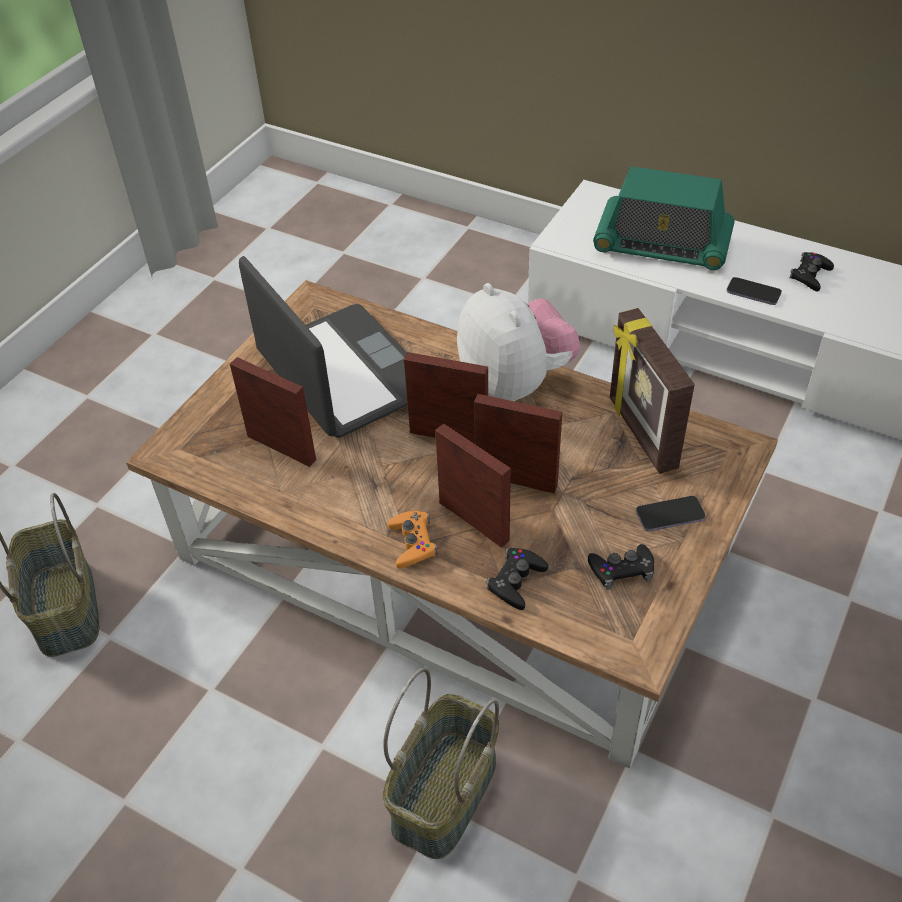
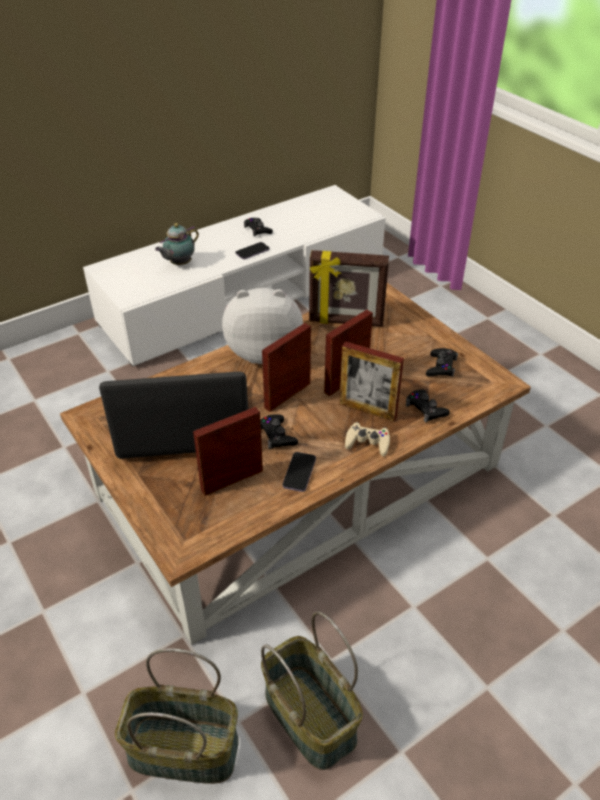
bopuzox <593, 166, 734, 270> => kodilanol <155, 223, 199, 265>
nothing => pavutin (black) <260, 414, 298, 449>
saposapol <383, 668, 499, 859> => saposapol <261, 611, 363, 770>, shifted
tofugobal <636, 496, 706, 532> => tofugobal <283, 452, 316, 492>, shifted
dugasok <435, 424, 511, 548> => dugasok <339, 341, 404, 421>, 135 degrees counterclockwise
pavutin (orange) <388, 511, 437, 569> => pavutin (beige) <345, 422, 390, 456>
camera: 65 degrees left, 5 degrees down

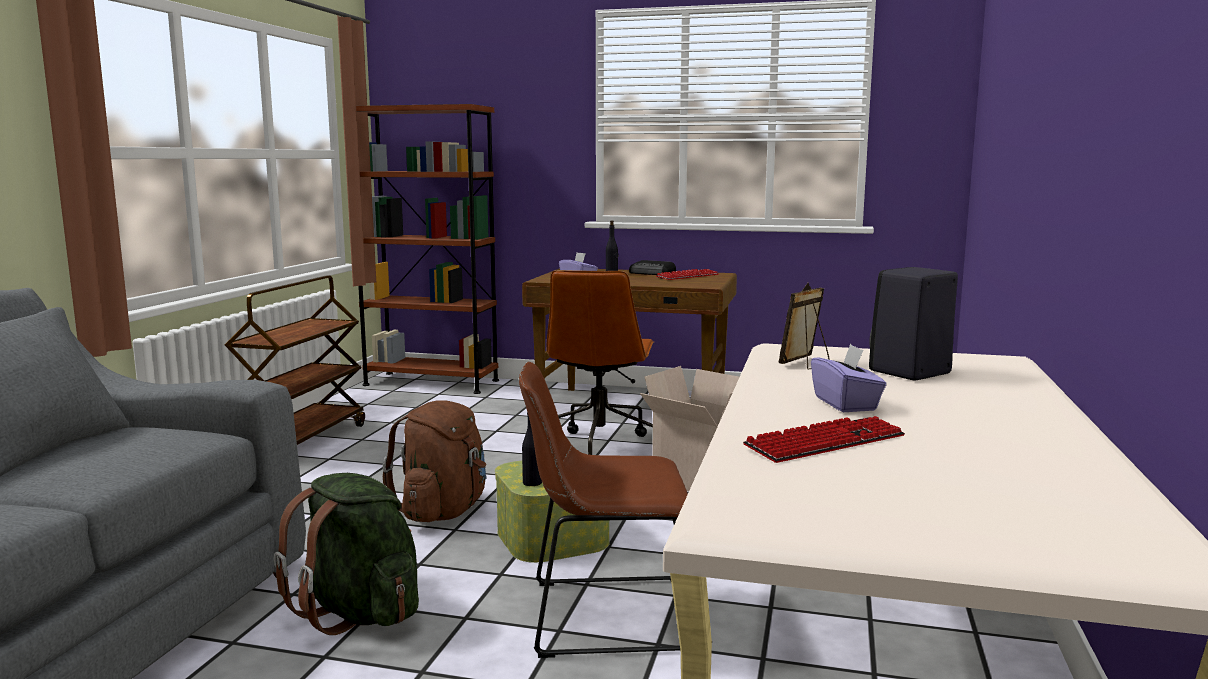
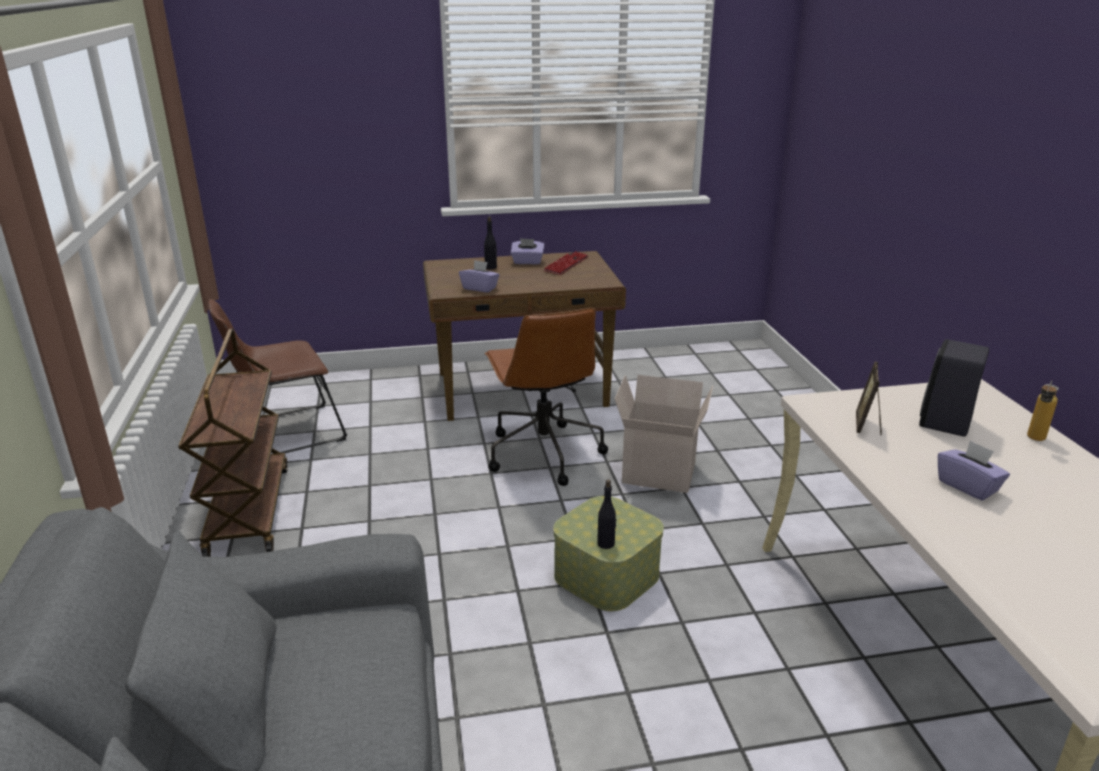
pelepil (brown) <519, 362, 688, 658> => pelepil (brown) <209, 299, 347, 453>, shifted
bopuzox <629, 260, 676, 275> => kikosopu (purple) <511, 238, 545, 264>
nothing => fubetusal <1027, 381, 1059, 441>
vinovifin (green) <273, 473, 419, 635> => nothing
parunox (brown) <356, 104, 499, 394> => nothing
vinovifin (brown) <383, 400, 486, 522> => nothing
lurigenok <743, 416, 905, 463> => nothing
camera: 25 degrees left, 15 degrees up

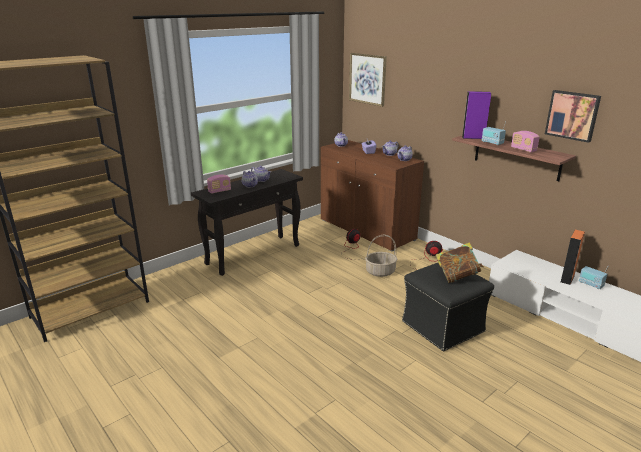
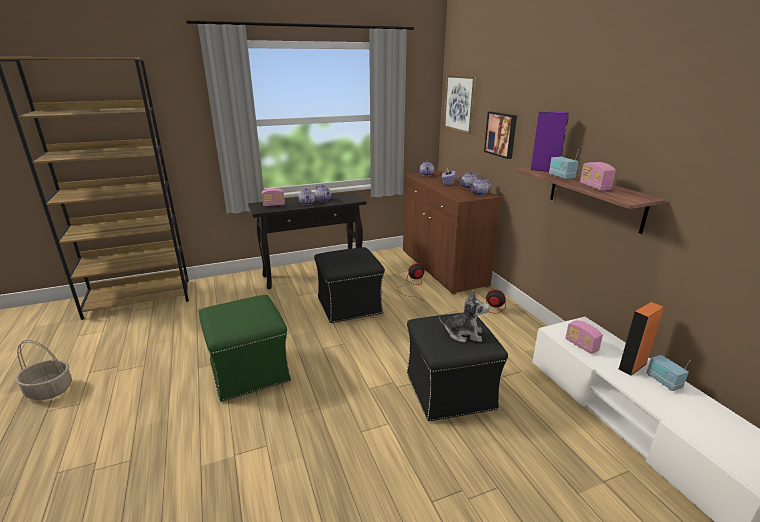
saposapol <365, 235, 397, 277> => saposapol <15, 340, 72, 400>, shifted
nothing => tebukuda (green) <199, 295, 291, 402>
nothing => tebukuda (black) <314, 247, 385, 323>
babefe <436, 242, 484, 283> => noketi <439, 290, 490, 343>
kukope <545, 90, 601, 143> => kukope <484, 111, 517, 159>, shifted
nothing => bopuzox <565, 320, 603, 354>
camera: 20 degrees right, 0 degrees up

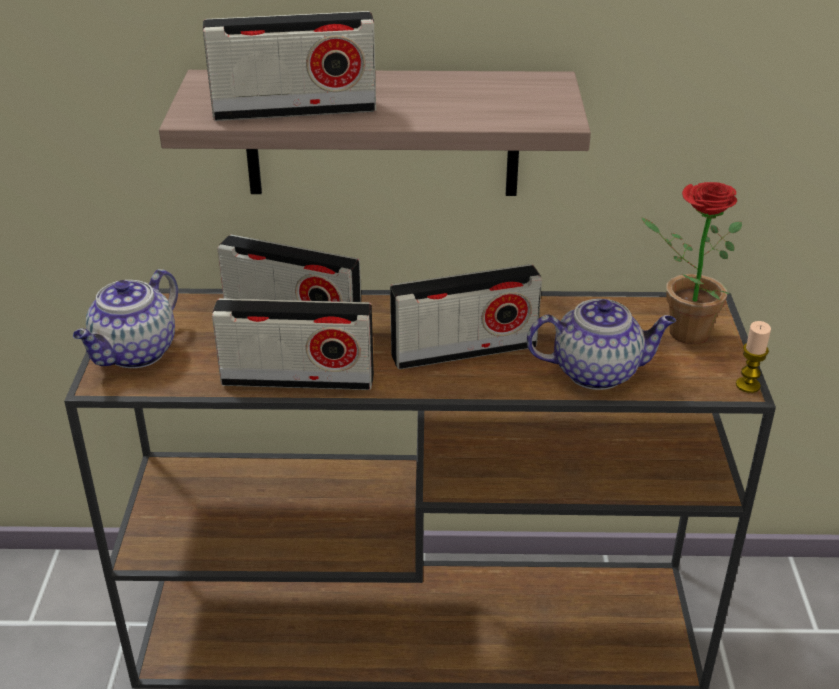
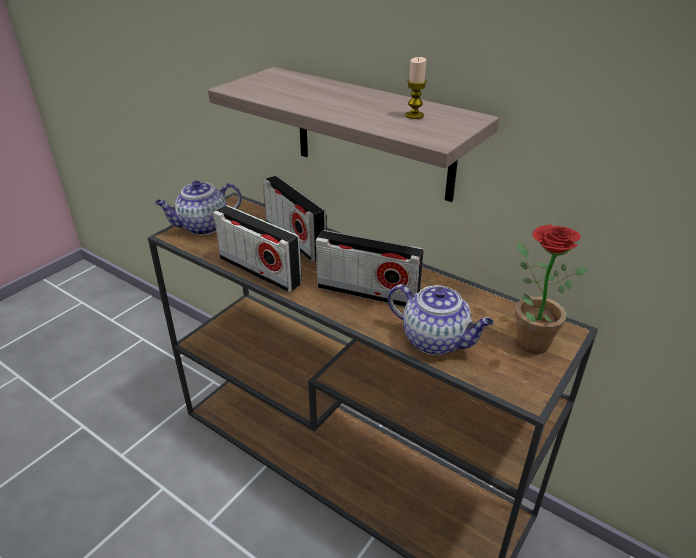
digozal <736, 321, 771, 393> => digozal <405, 57, 427, 119>, shifted
bopuzox <203, 11, 376, 121> => nothing
camera: 35 degrees right, 0 degrees up

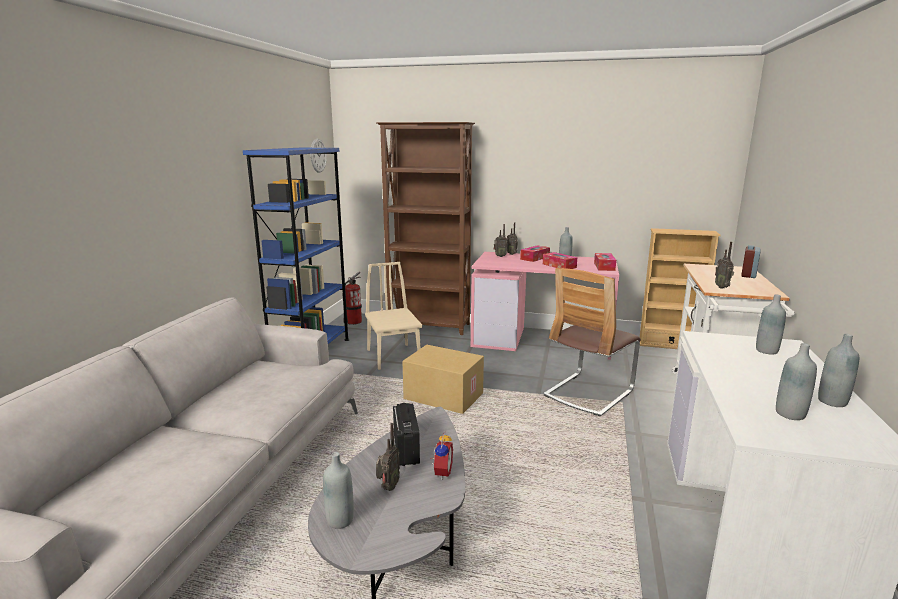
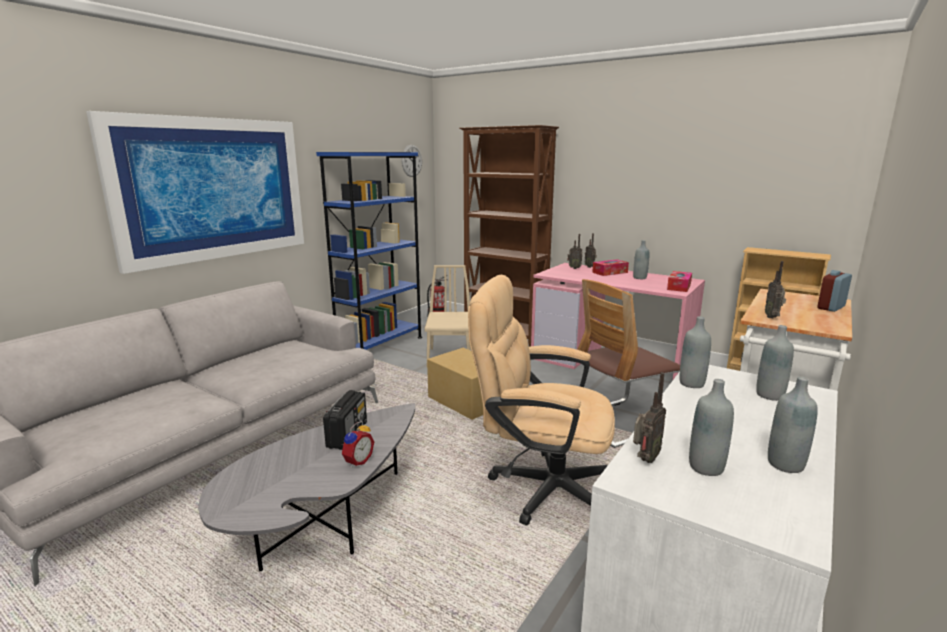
nothing => kukope <86, 111, 304, 274>
nothing => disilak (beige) <468, 275, 615, 526>
bopuzox <376, 423, 400, 491> => bopuzox <633, 372, 666, 463>, shifted
fubetusal (grey) <323, 452, 354, 529> => fubetusal (grey) <679, 317, 711, 388>, shifted
kikosopu <543, 252, 577, 269> => nothing
camera: 20 degrees right, 0 degrees up

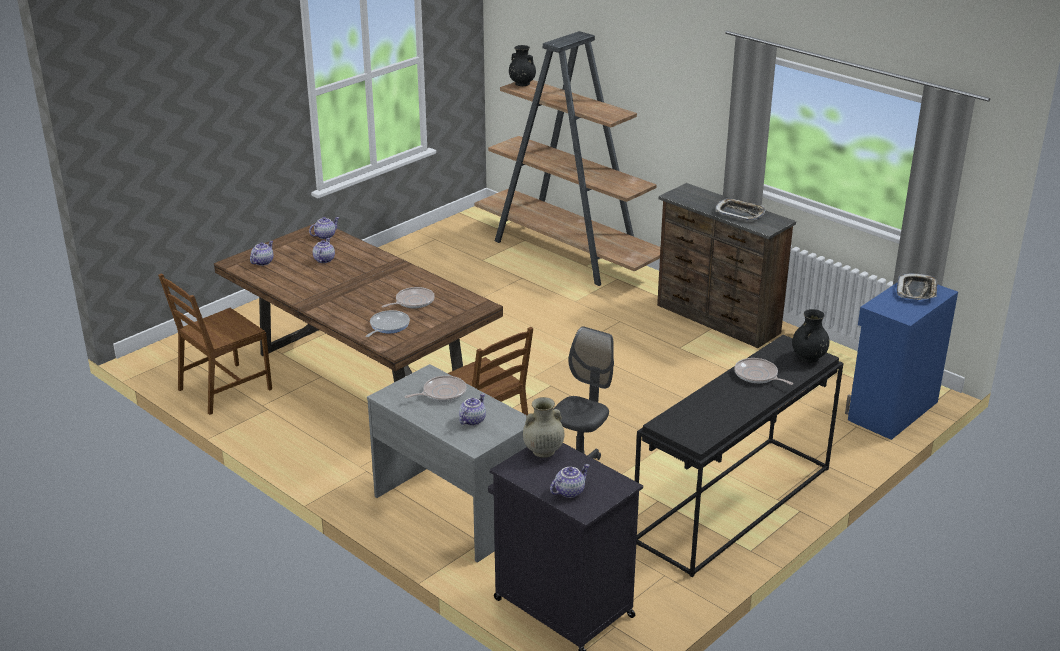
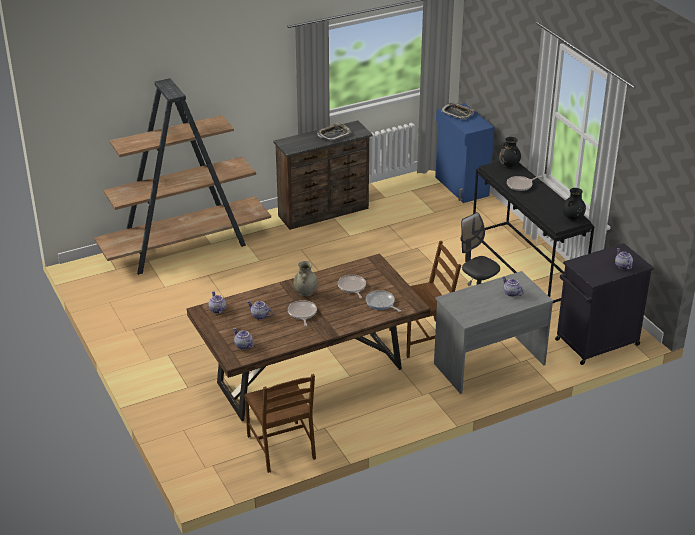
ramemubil <405, 376, 467, 402> => ramemubil <288, 300, 317, 326>, shifted
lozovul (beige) <523, 397, 564, 458> => lozovul (beige) <293, 261, 318, 297>, shifted
lozovul (black) <509, 45, 536, 86> => lozovul (black) <562, 188, 586, 221>, shifted
camera: 70 degrees left, 5 degrees up

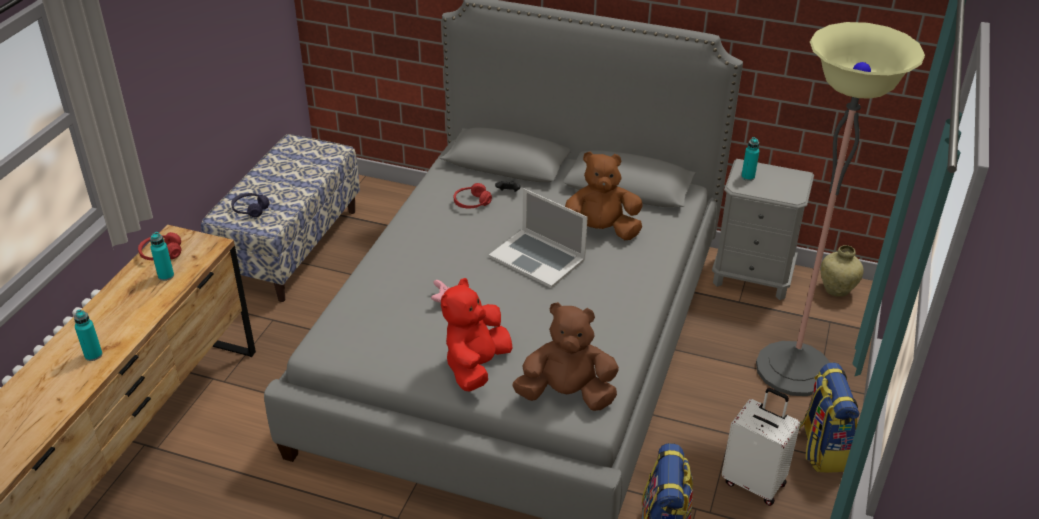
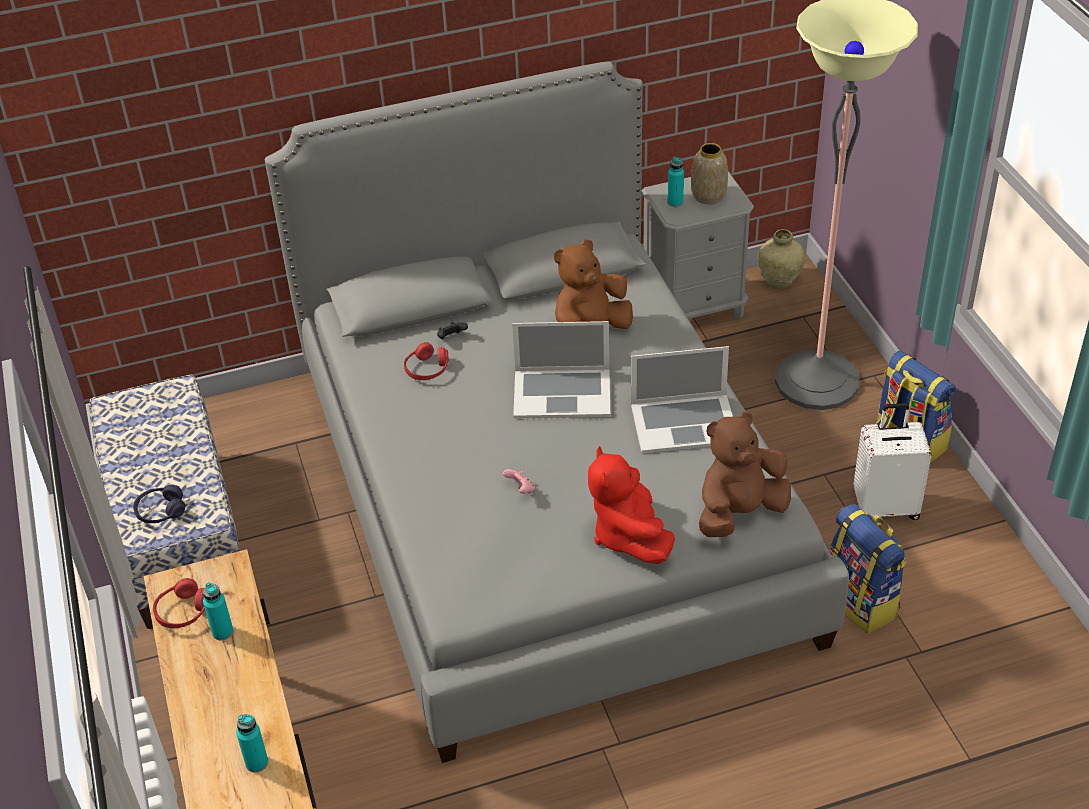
nothing => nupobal <631, 346, 733, 453>
nothing => lozovul <691, 143, 728, 205>
camera: 35 degrees left, 5 degrees up

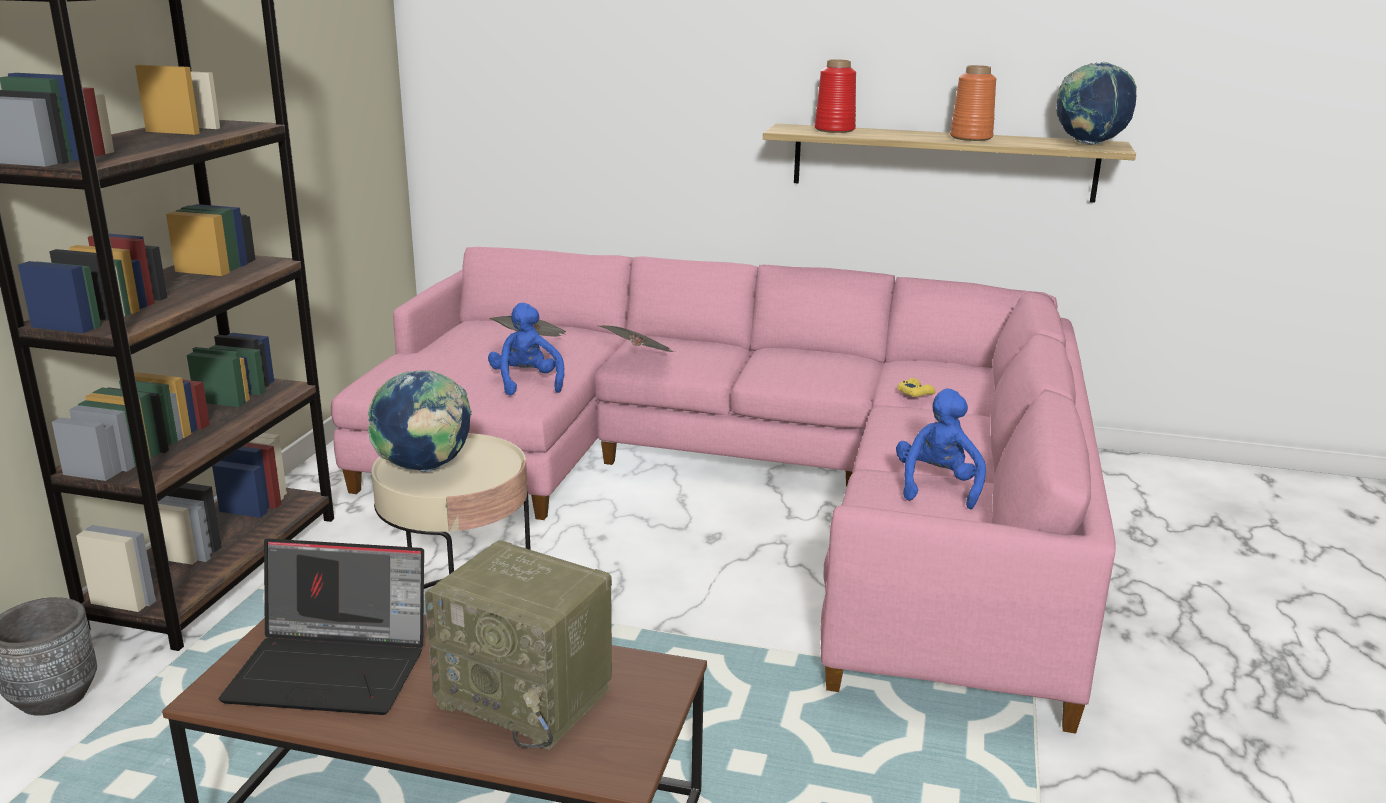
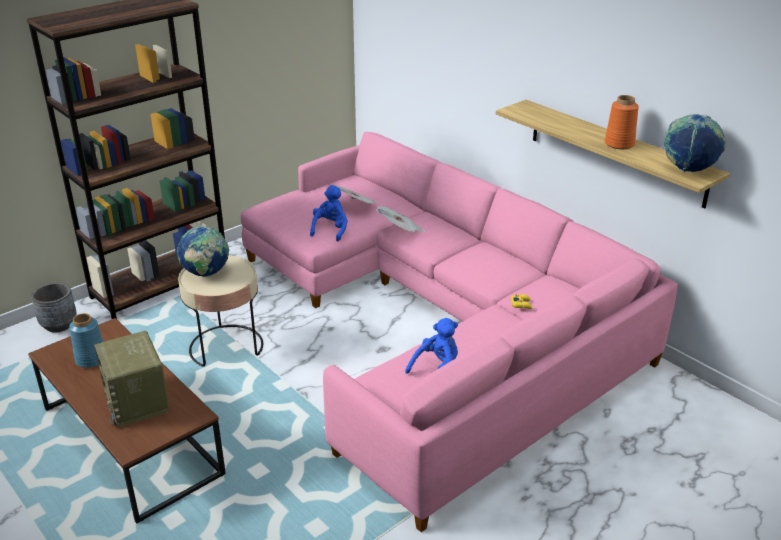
nupobal <219, 538, 424, 715> => lozovul (blue) <69, 313, 103, 368>
lozovul (red) <814, 59, 856, 133> => nothing
camera: 35 degrees right, 10 degrees up

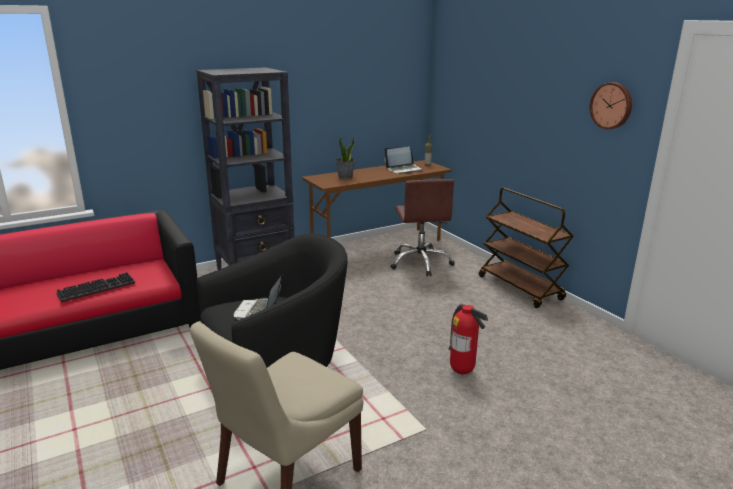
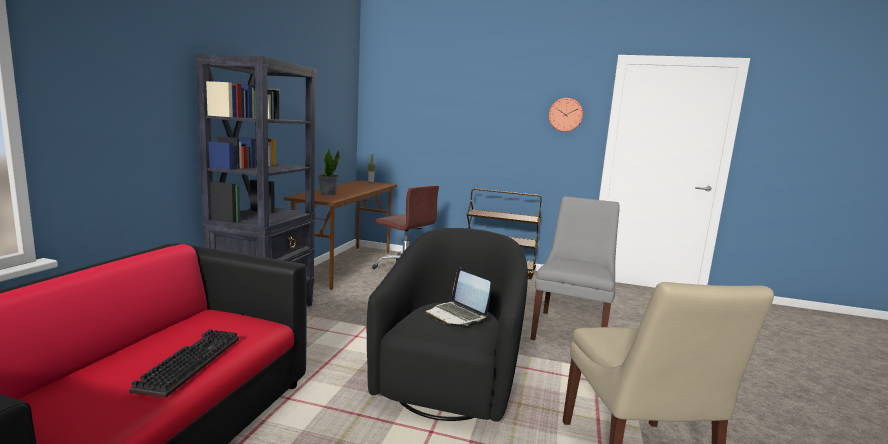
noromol <449, 304, 488, 374> => pelepil (grey) <530, 196, 620, 340>
nupobal <384, 147, 422, 174> => nothing
camera: 45 degrees left, 10 degrees down

